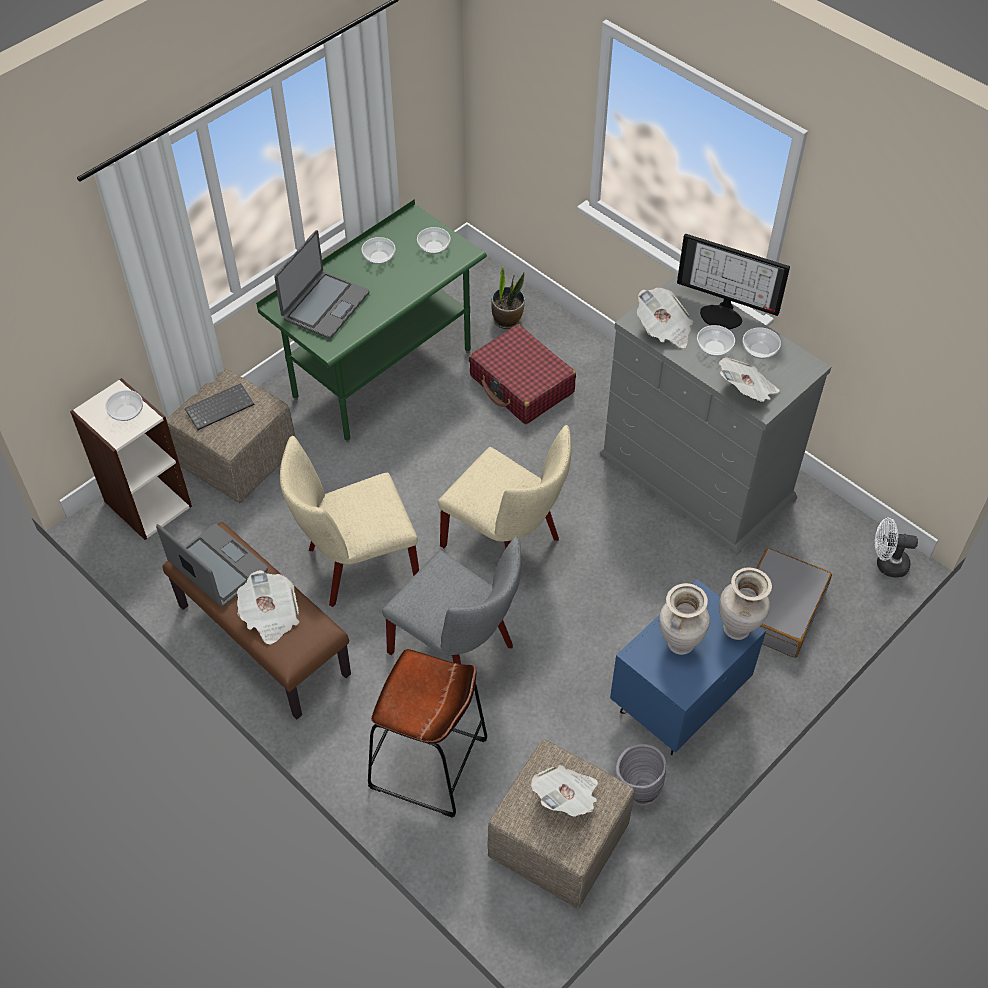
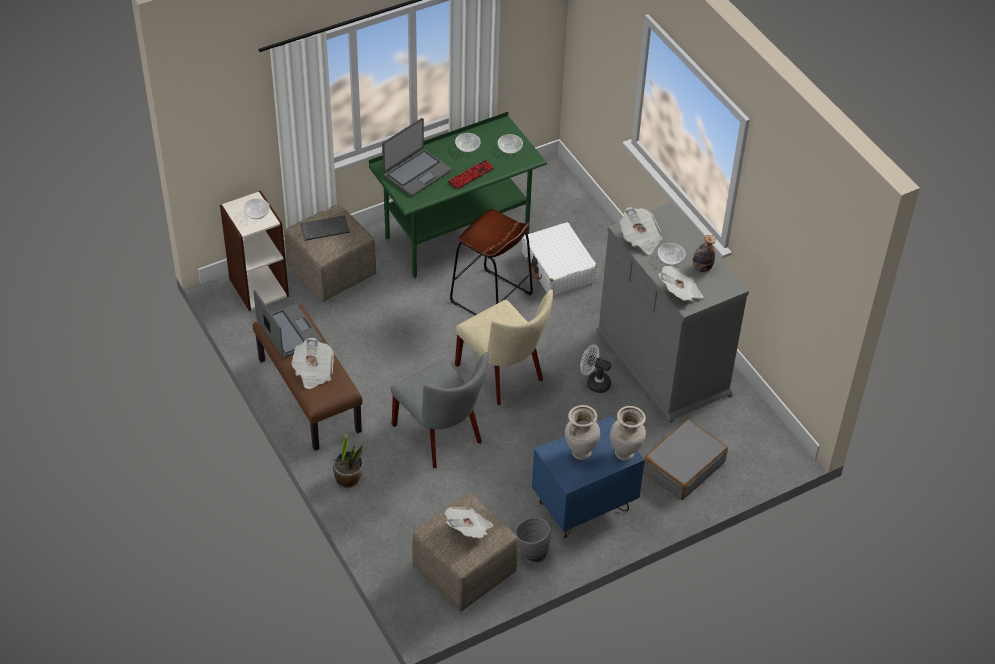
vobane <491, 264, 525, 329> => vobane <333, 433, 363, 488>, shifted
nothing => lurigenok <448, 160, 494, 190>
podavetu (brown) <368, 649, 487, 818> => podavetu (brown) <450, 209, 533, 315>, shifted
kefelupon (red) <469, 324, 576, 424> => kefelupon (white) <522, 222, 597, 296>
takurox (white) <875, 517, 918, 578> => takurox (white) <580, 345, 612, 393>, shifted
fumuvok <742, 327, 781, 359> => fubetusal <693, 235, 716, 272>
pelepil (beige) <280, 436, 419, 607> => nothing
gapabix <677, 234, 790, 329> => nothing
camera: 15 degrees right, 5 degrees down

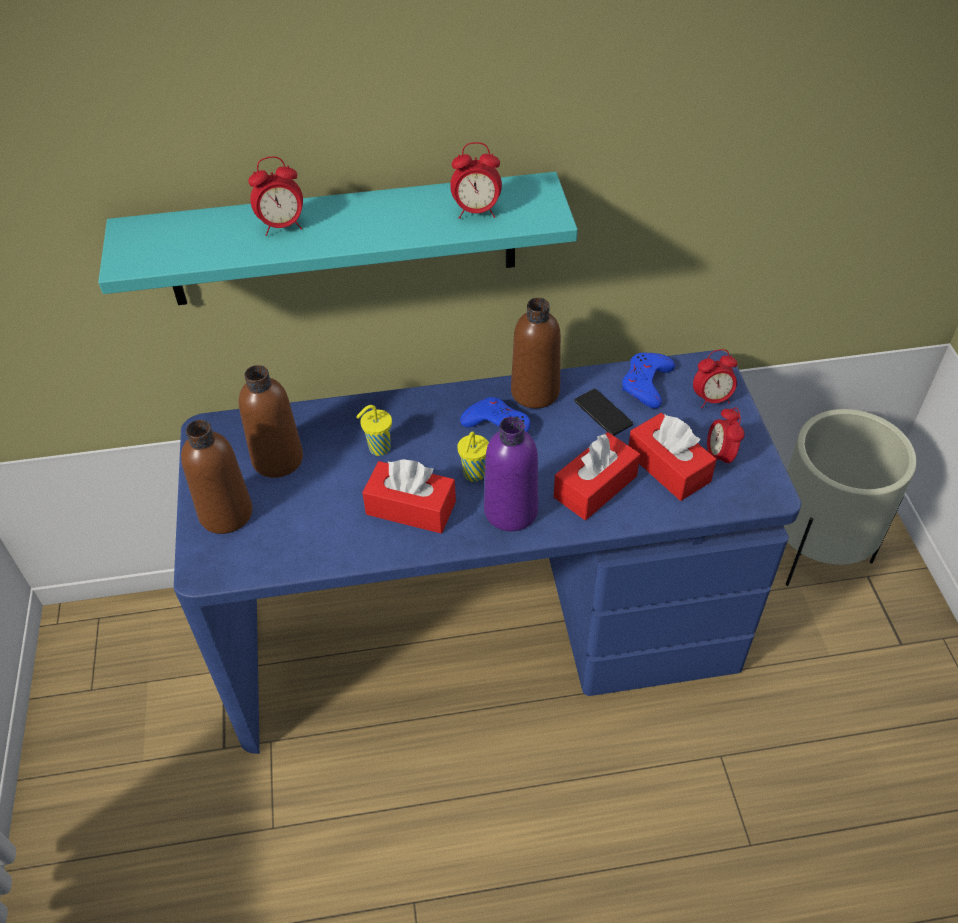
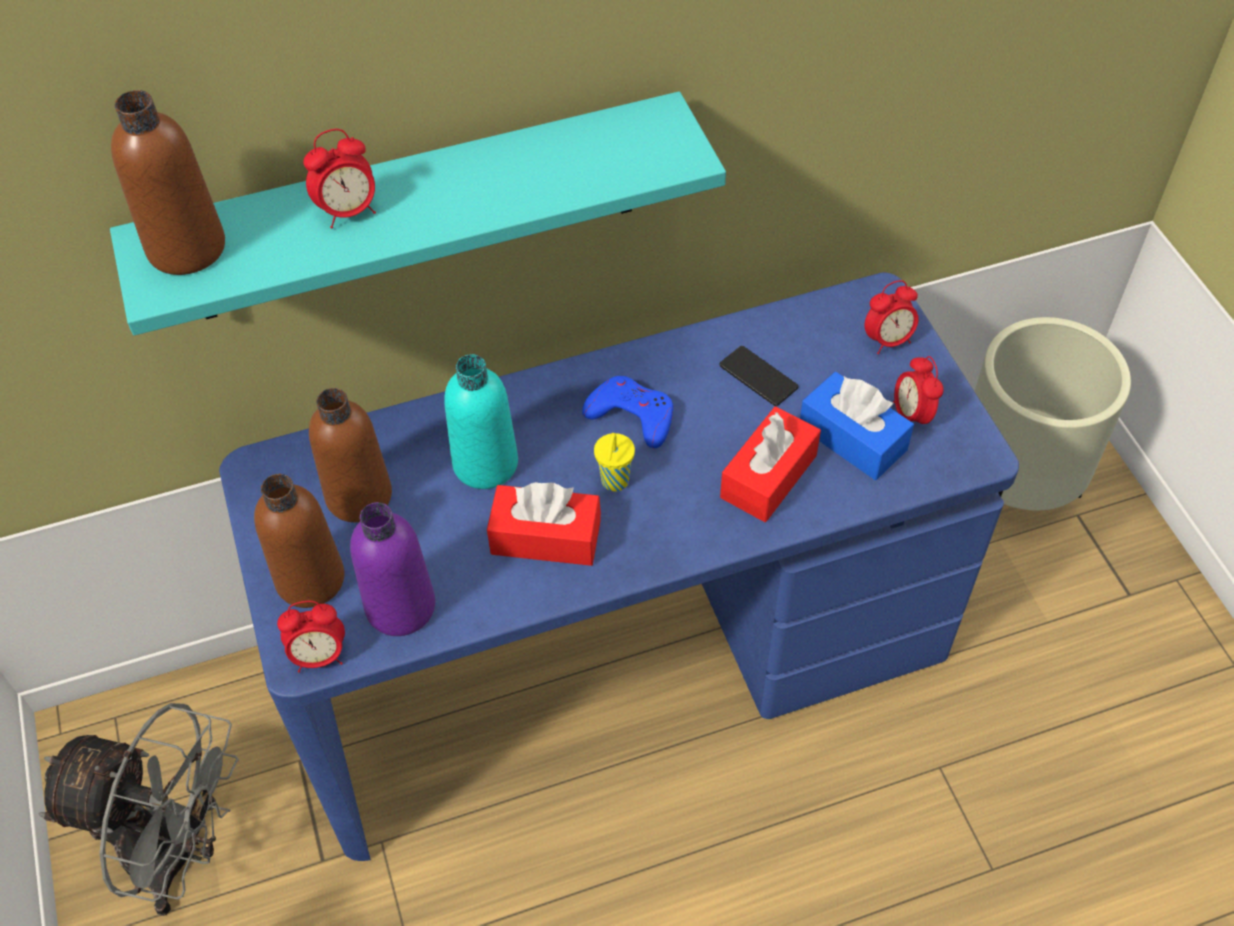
nothing => takurox (grey) <38, 703, 239, 916>
fubetusal (brown) <511, 298, 561, 409> => fubetusal (brown) <111, 90, 225, 275>, shifted
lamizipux <450, 142, 502, 219> => lamizipux <277, 601, 345, 673>, shifted
fubetusal (purple) <484, 417, 538, 531> => fubetusal (purple) <350, 502, 435, 636>, shifted
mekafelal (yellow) <356, 405, 392, 456> => fubetusal (turquoise) <444, 354, 518, 489>
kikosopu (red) <628, 413, 717, 501> => kikosopu (blue) <800, 372, 914, 480>
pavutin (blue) <622, 353, 675, 408> => nothing
camera: 10 degrees left, 5 degrees up

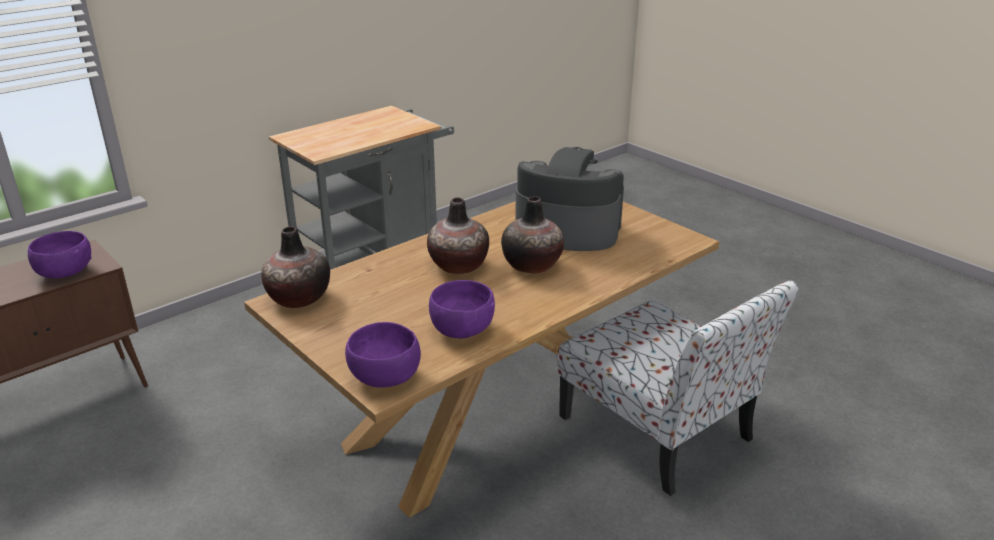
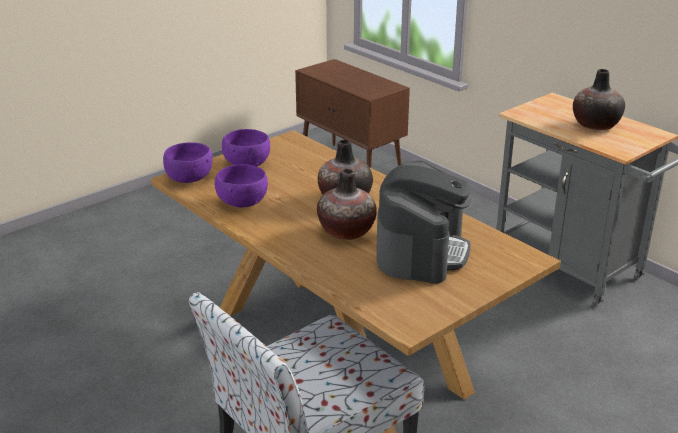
fumuvok (purple) <28, 231, 92, 278> => fumuvok (purple) <222, 129, 270, 167>, shifted
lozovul <261, 227, 330, 308> => lozovul <573, 69, 625, 130>, shifted
camera: 90 degrees right, 0 degrees up

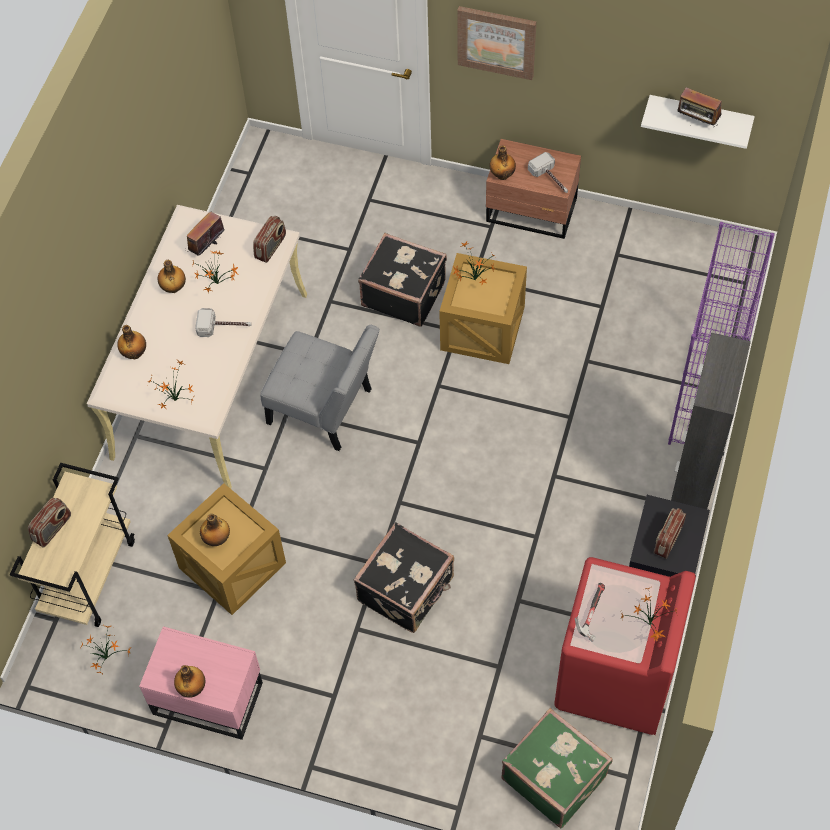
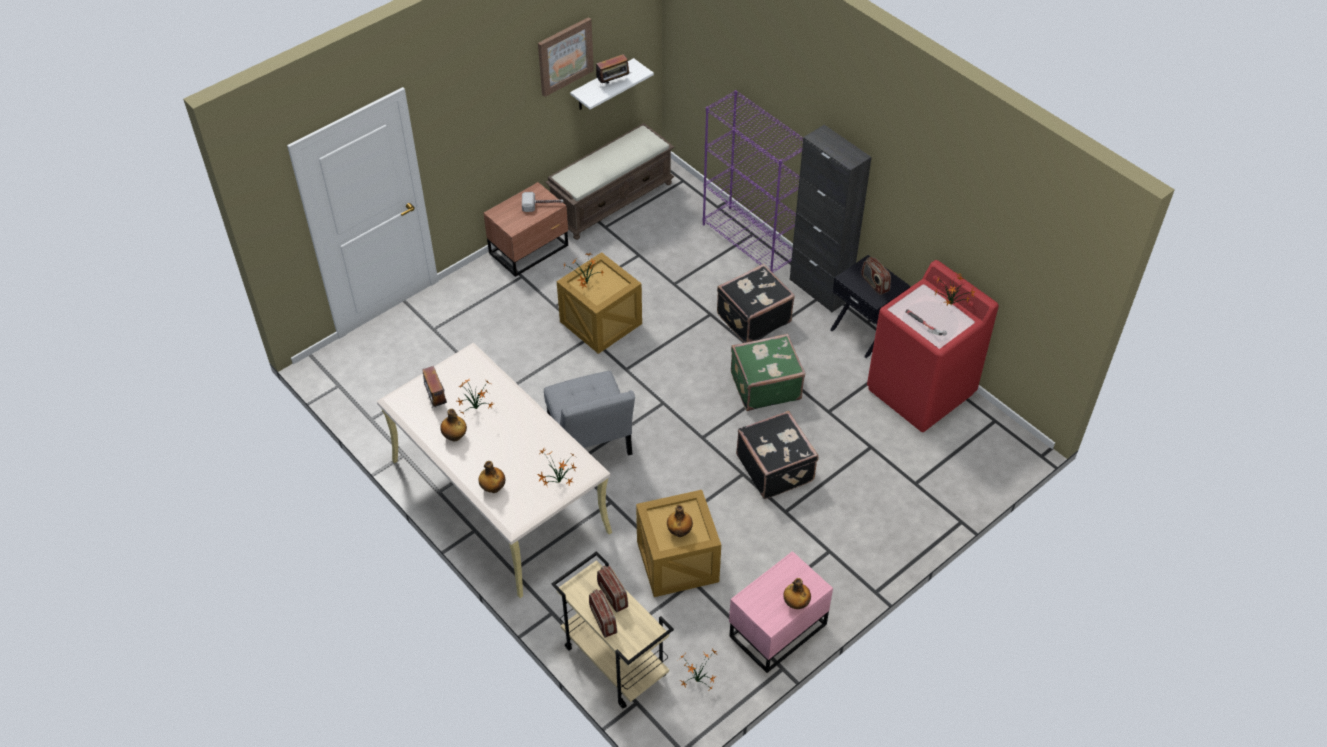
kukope <457, 6, 536, 80> => kukope <538, 17, 594, 97>, shifted
pelepil (grey) <260, 325, 380, 451> => pelepil (grey) <544, 371, 635, 456>, 105 degrees clockwise
nothing => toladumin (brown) <545, 123, 675, 240>
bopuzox <253, 216, 286, 263> => bopuzox <597, 566, 628, 613>, shifted
kefelupon (black) <358, 233, 447, 327> => kefelupon (black) <717, 264, 795, 343>, shifted
kefelupon (green) <501, 708, 613, 828> => kefelupon (green) <731, 334, 806, 411>, shifted
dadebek <195, 308, 251, 337> => nothing
fubetusal <489, 145, 516, 180> => nothing
camera: 60 degrees left, 10 degrees down

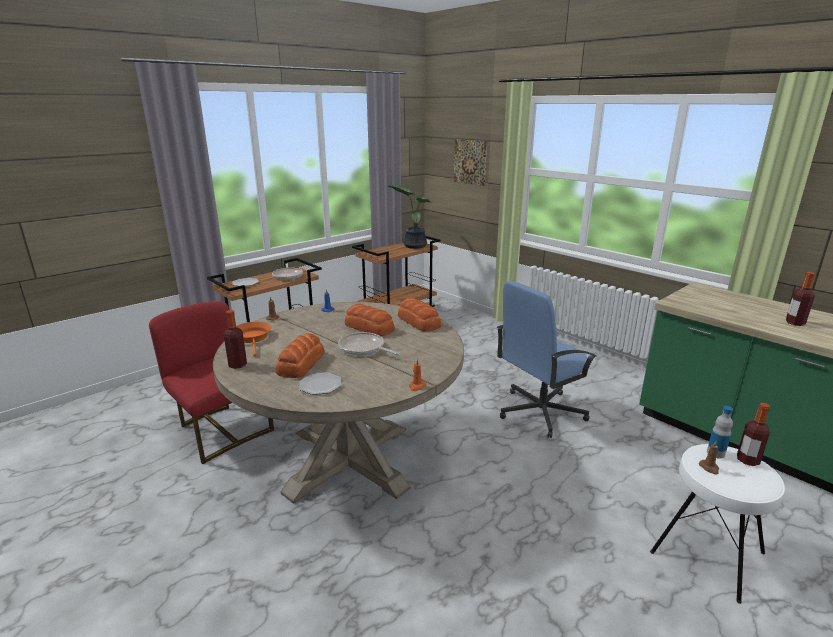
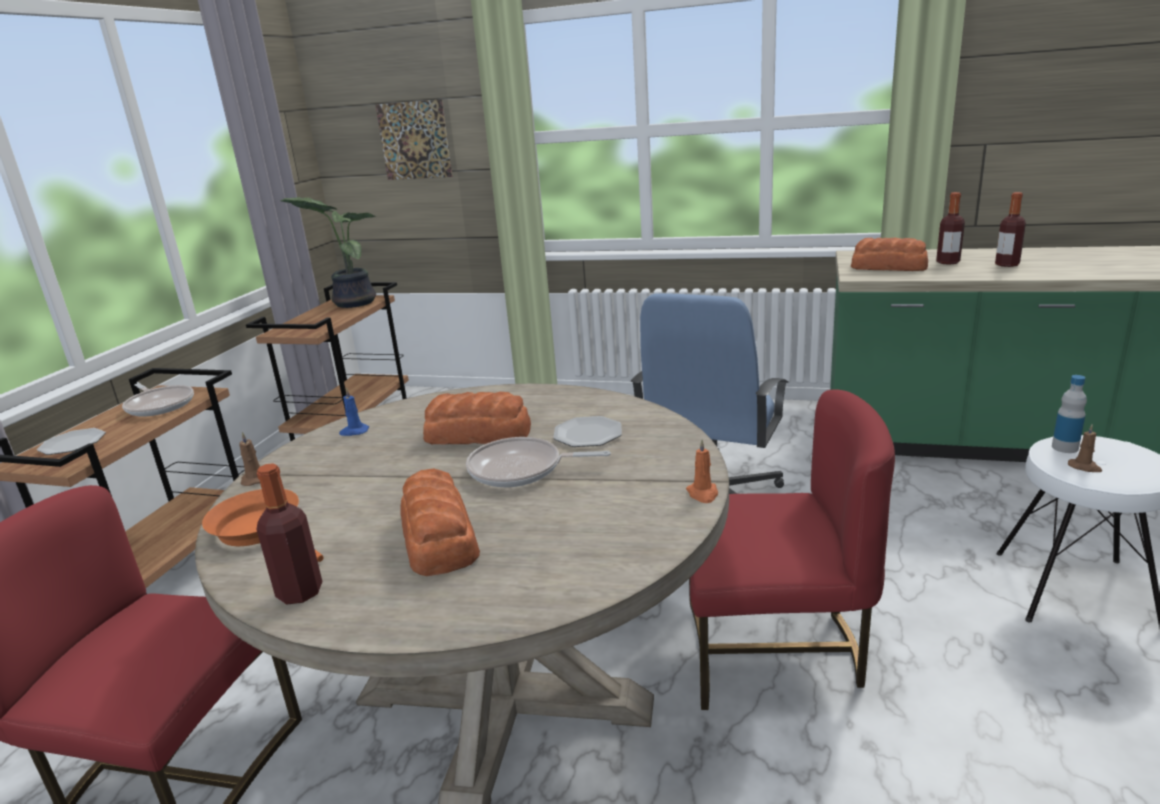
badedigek <299, 372, 342, 395> => badedigek <554, 416, 622, 447>, shifted
nothing => pelepil (red) <689, 389, 895, 710>
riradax <398, 298, 441, 332> => riradax <851, 238, 928, 271>, shifted
fubetusal <737, 403, 770, 466> => fubetusal <936, 192, 965, 265>, shifted
camera: 30 degrees left, 0 degrees up

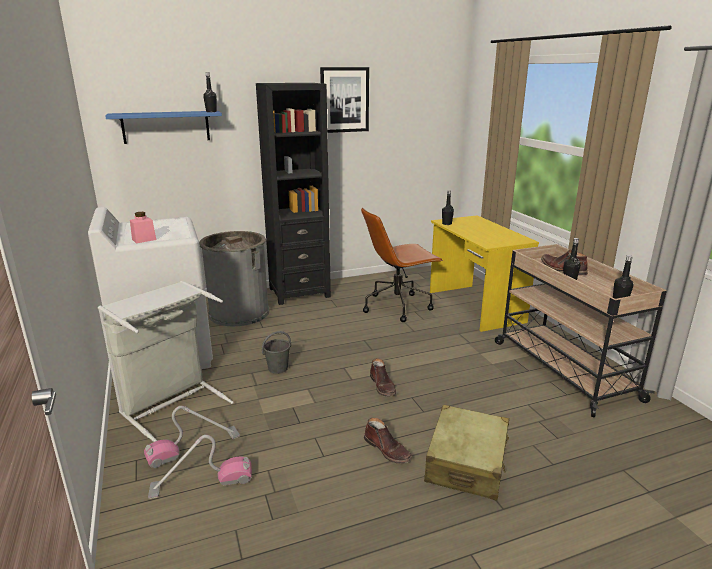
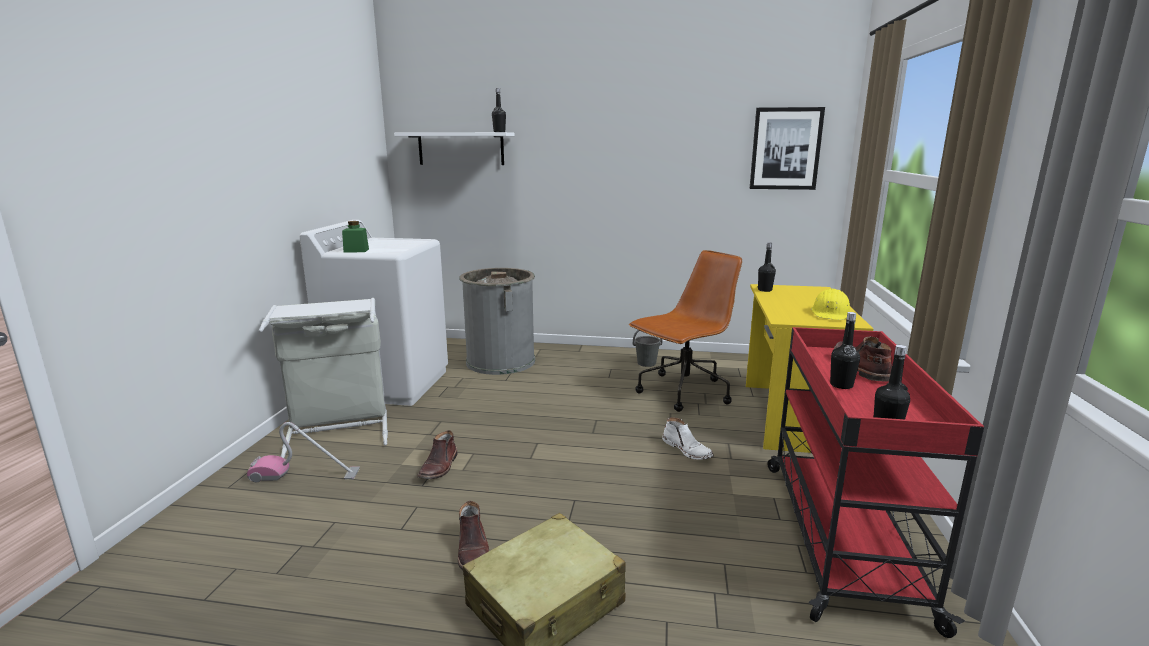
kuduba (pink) <130, 212, 156, 243> => kuduba (green) <342, 221, 369, 253>
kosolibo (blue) <105, 111, 222, 144> => kosolibo (white) <394, 132, 515, 165>
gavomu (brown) <370, 358, 396, 396> => gavomu (brown) <417, 430, 458, 479>, shifted
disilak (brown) <361, 207, 443, 322> => disilak (brown) <629, 250, 742, 412>, 135 degrees clockwise
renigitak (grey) <262, 331, 291, 374> => renigitak (grey) <633, 330, 663, 367>, shifted
nothing => gavomu (white) <662, 417, 714, 460>
kukope <320, 67, 369, 133> => kukope <750, 107, 825, 190>, shifted
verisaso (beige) <495, 244, 667, 417> => verisaso (red) <767, 327, 984, 638>
nothing => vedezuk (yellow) <811, 288, 850, 320>
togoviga <148, 435, 252, 499> => nothing
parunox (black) <256, 83, 331, 305> => nothing
camera: 30 degrees right, 5 degrees down

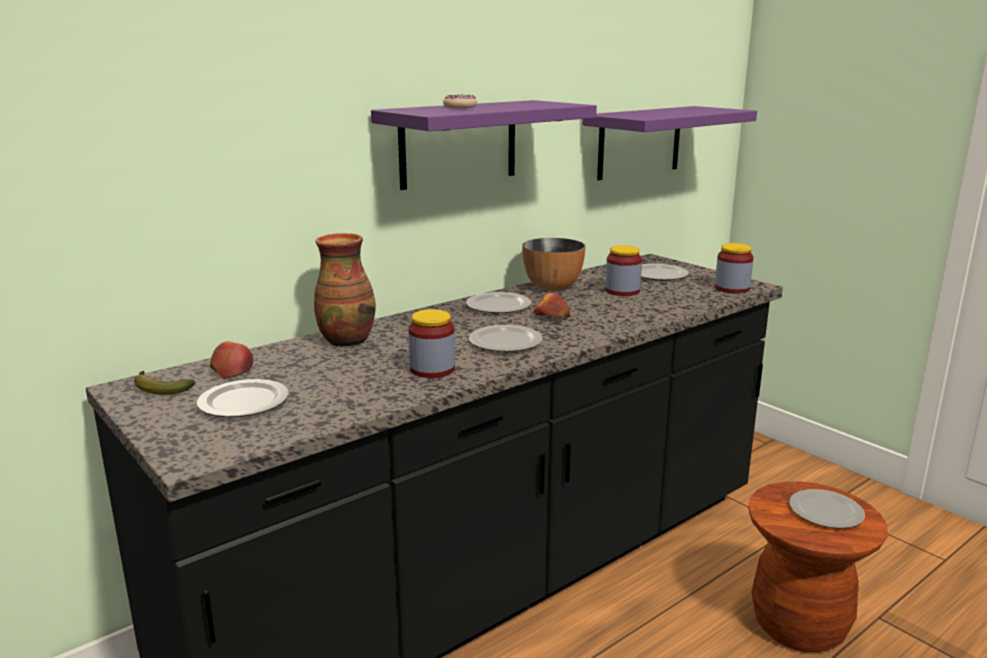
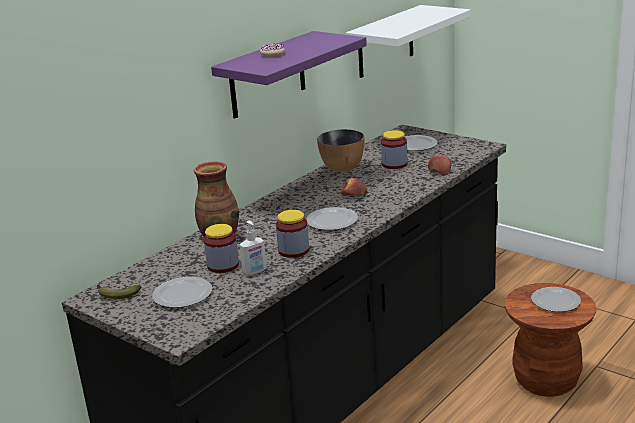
kuduba <715, 243, 754, 294> => kuduba <204, 224, 239, 273>, shifted
nothing => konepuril <239, 221, 267, 275>
kosolibo (purple) <582, 106, 757, 180> => kosolibo (white) <346, 5, 471, 78>
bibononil <210, 341, 253, 379> => bibononil <428, 155, 451, 176>, shifted
badedigek <466, 292, 531, 313> => nothing
camera: 10 degrees left, 5 degrees up

